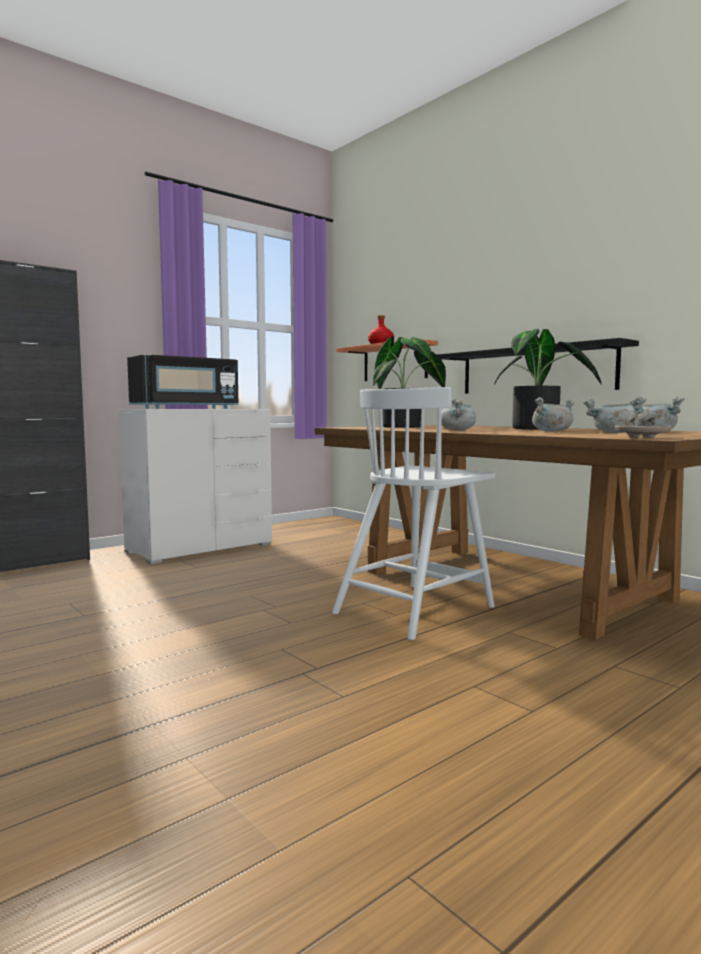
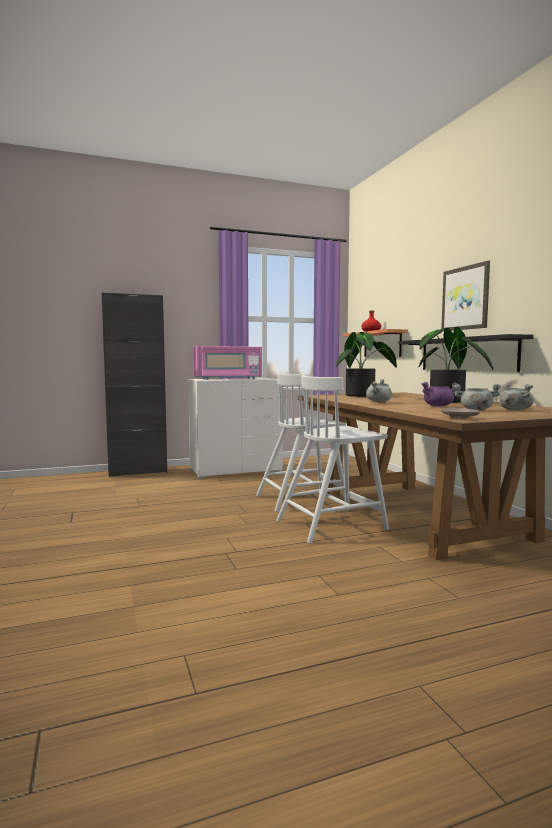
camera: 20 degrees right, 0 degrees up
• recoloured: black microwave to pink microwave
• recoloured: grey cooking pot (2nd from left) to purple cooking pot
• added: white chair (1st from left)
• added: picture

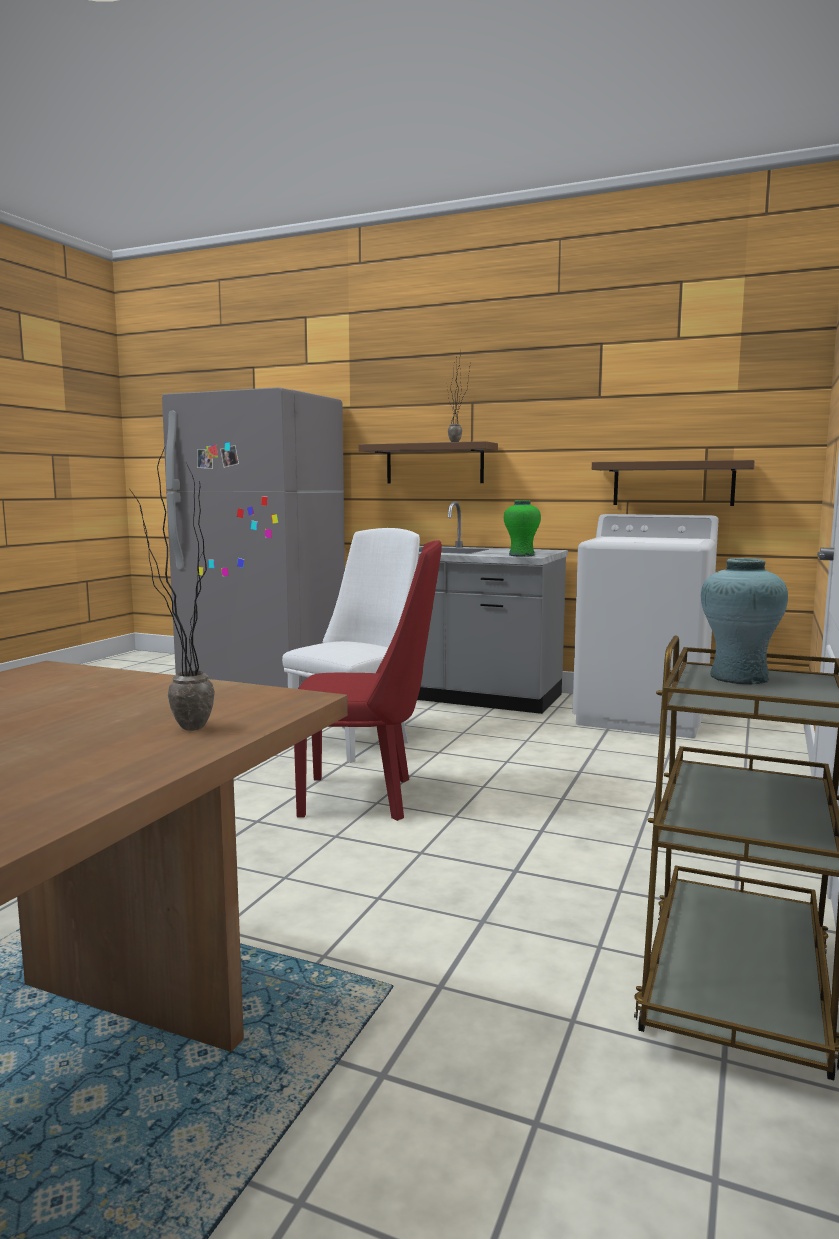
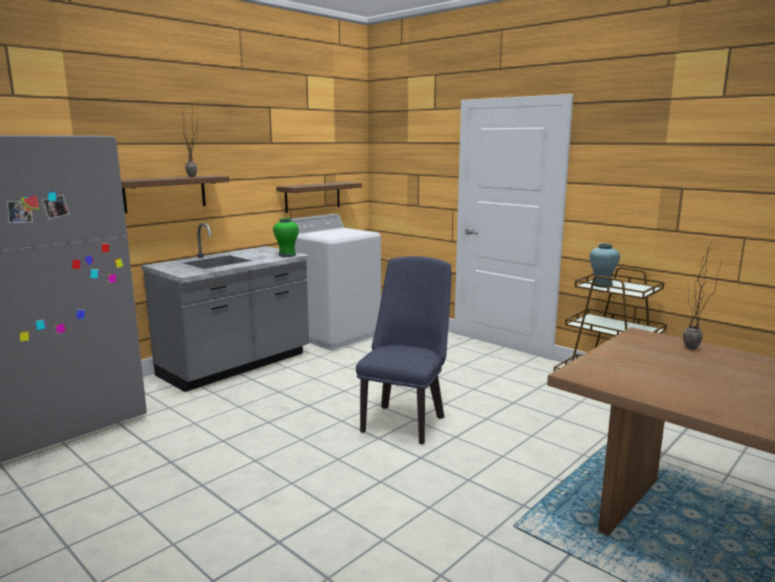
camera: 70 degrees left, 5 degrees up
• removed: white chair
• recoloured: red chair to blue chair

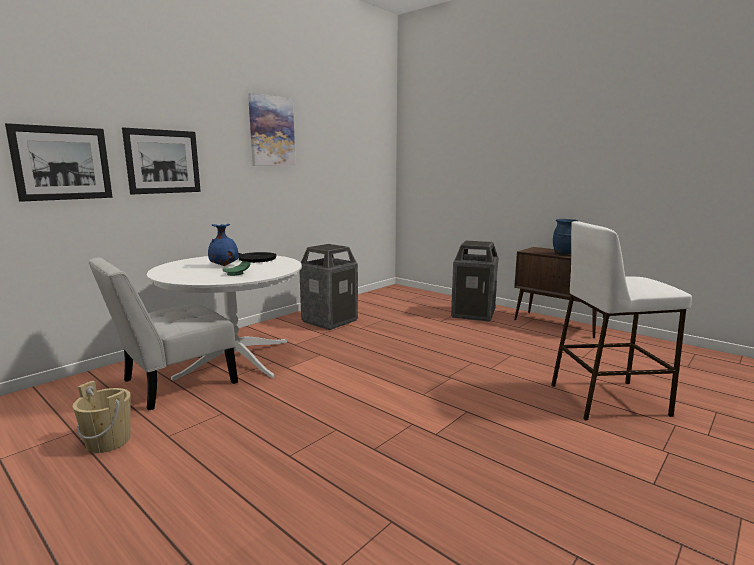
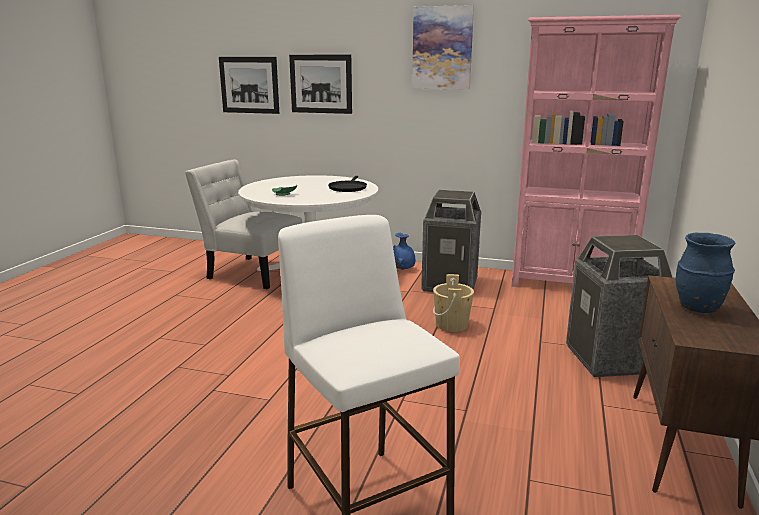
camera: 65 degrees right, 5 degrees up
• moved: beige bucket
• moved: blue vase (1st from left)
• added: pink bookcase

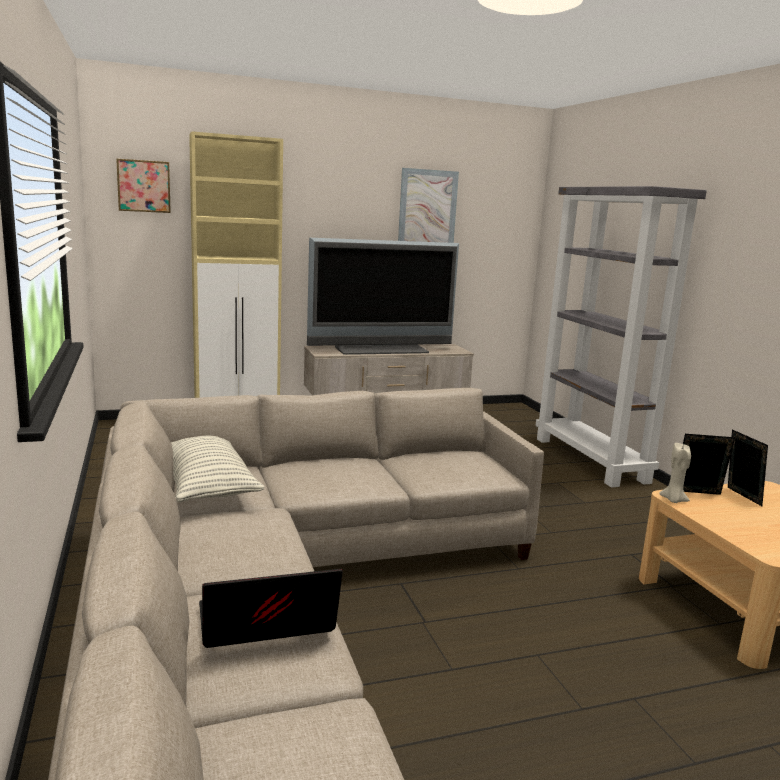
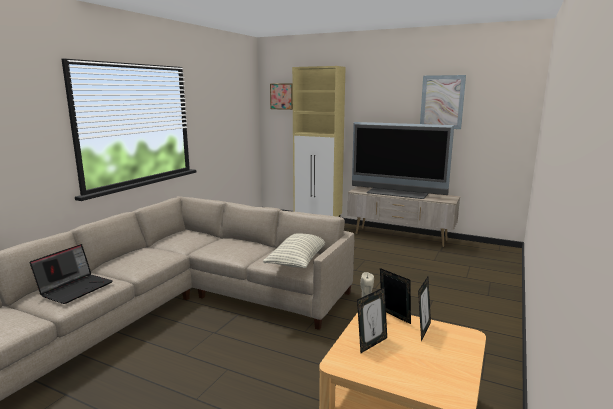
camera: 45 degrees right, 0 degrees up
• moved: pillow
• turned: laptop 90 degrees clockwise
• removed: grey bookcase
• added: picture frame (1st from left)

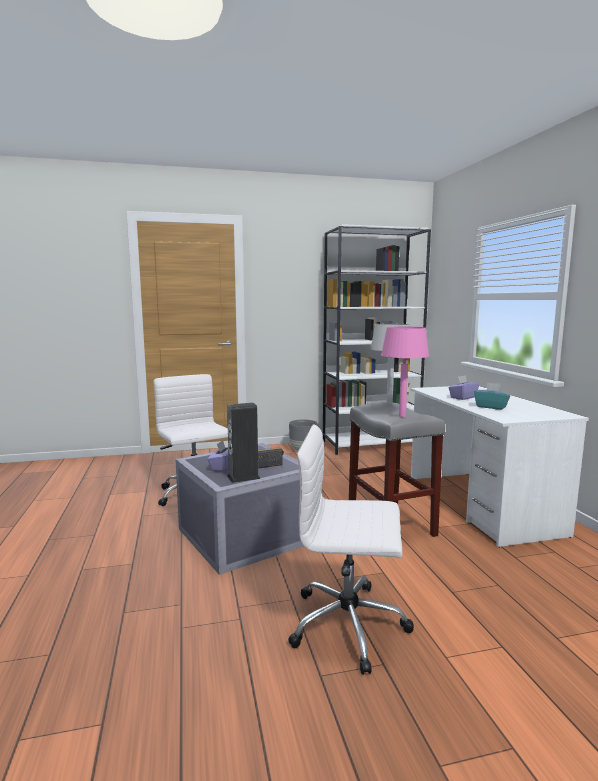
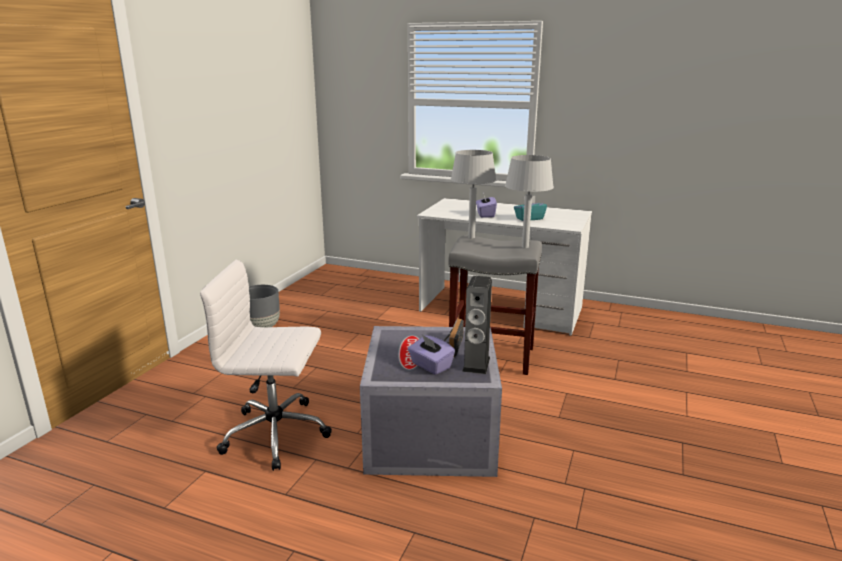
camera: 55 degrees left, 10 degrees up
• removed: white office chair (2nd from left)
• removed: white bookcase
• recoloured: pink table lamp to grey table lamp (2nd from left)

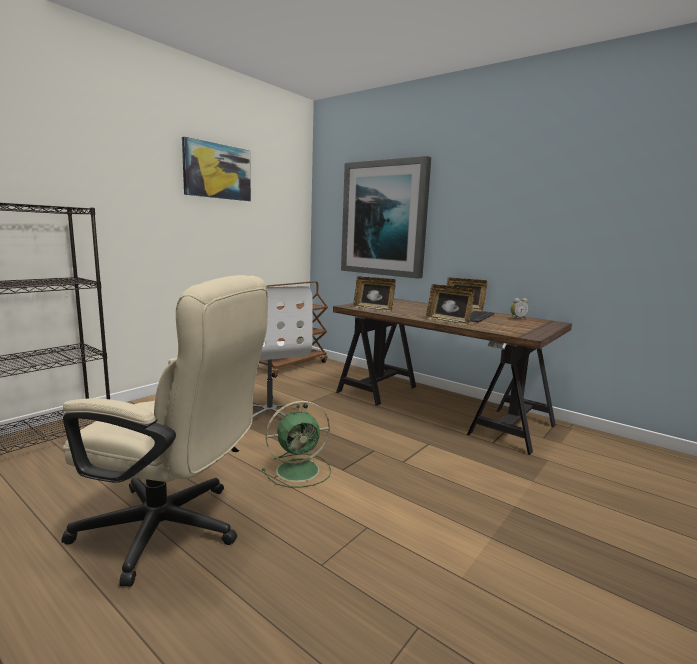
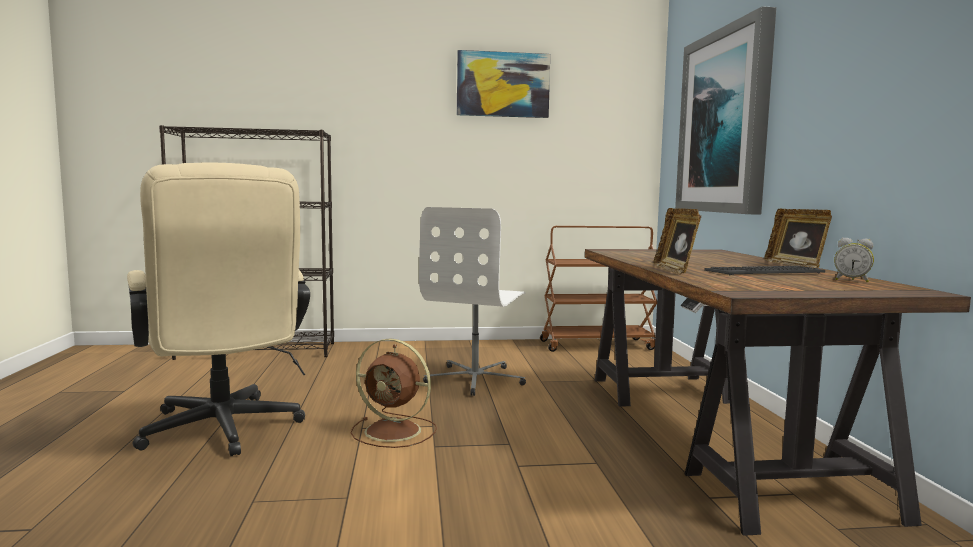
camera: 45 degrees right, 5 degrees down
• recoloured: green fan to brown fan
• removed: picture frame (1st from left)

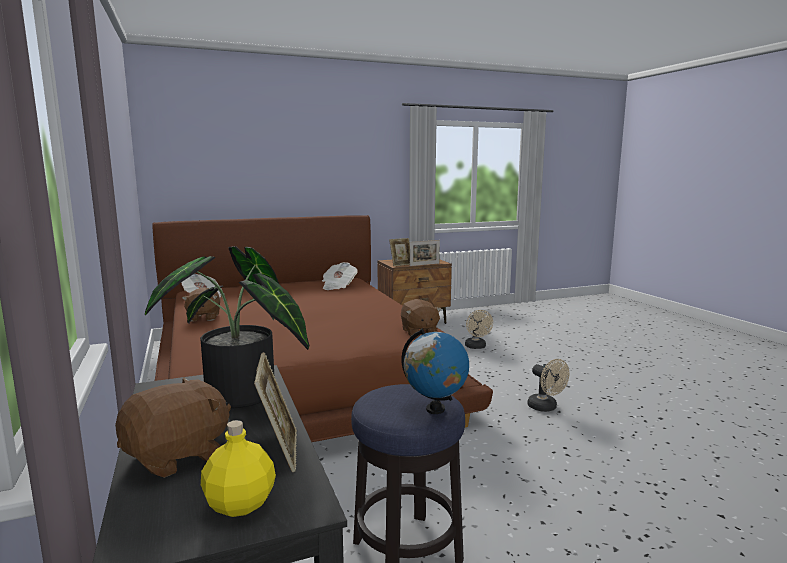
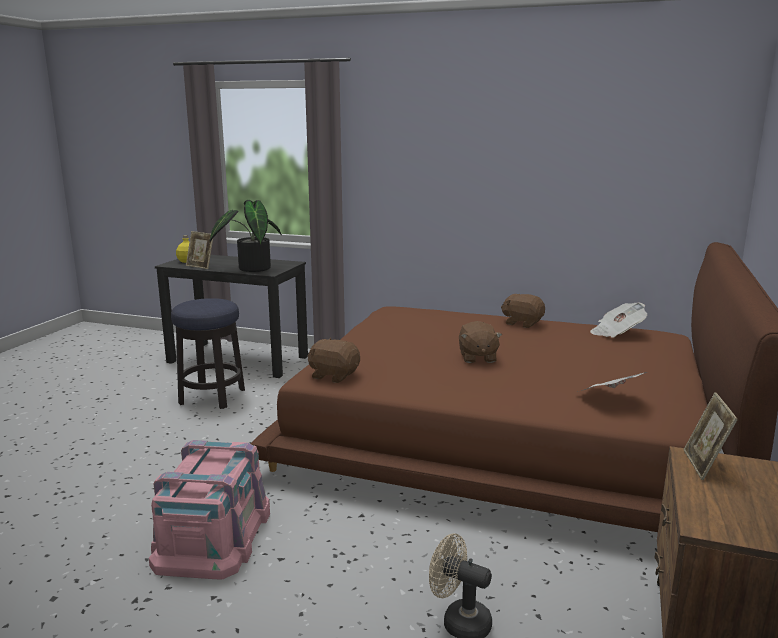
camera: 130 degrees right, 5 degrees up
• moved: brown plush toy (1st from left in the first image) to brown plush toy (2nd from left)
• removed: globe
• removed: picture frame (3rd from left)
• replaced: beige fan (2nd from left) to pink storage box

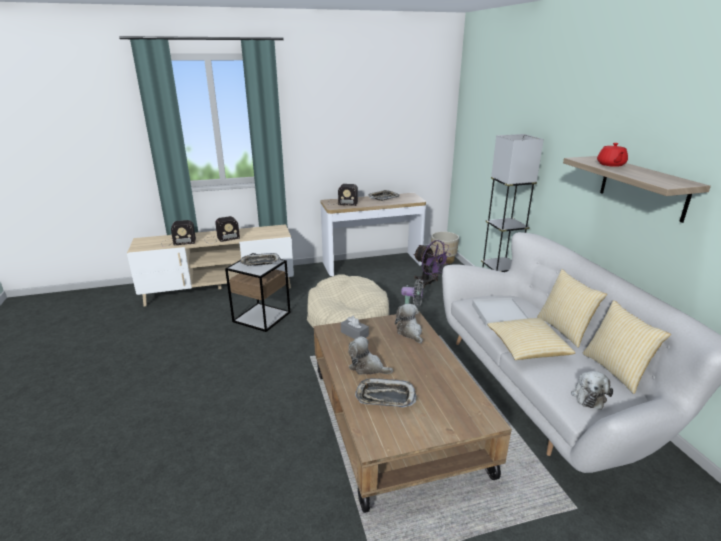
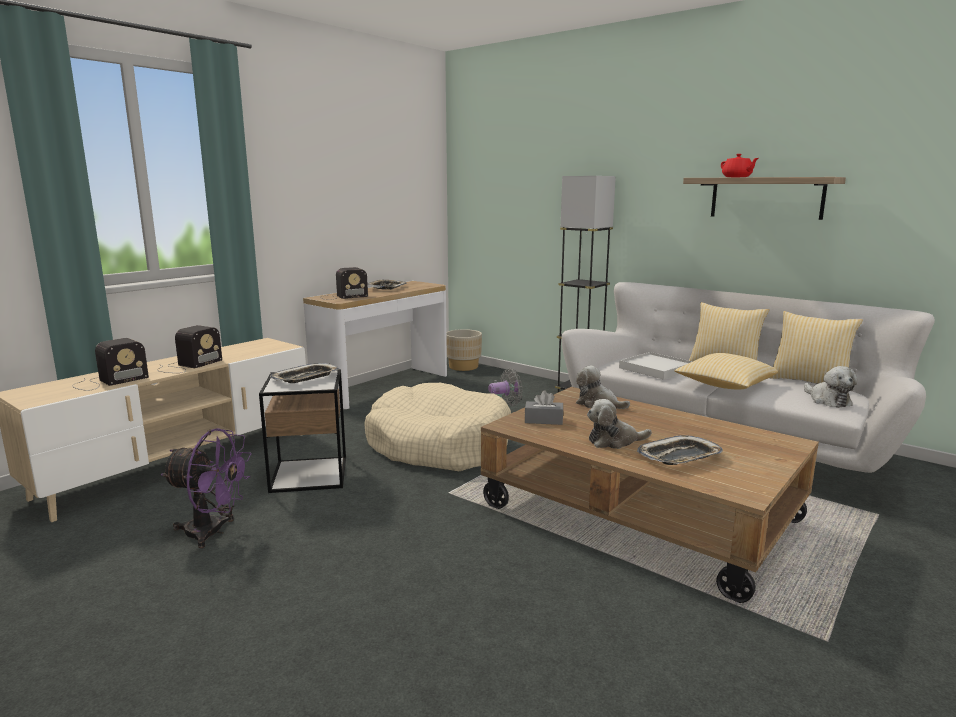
camera: 35 degrees left, 10 degrees down
• moved: purple fan

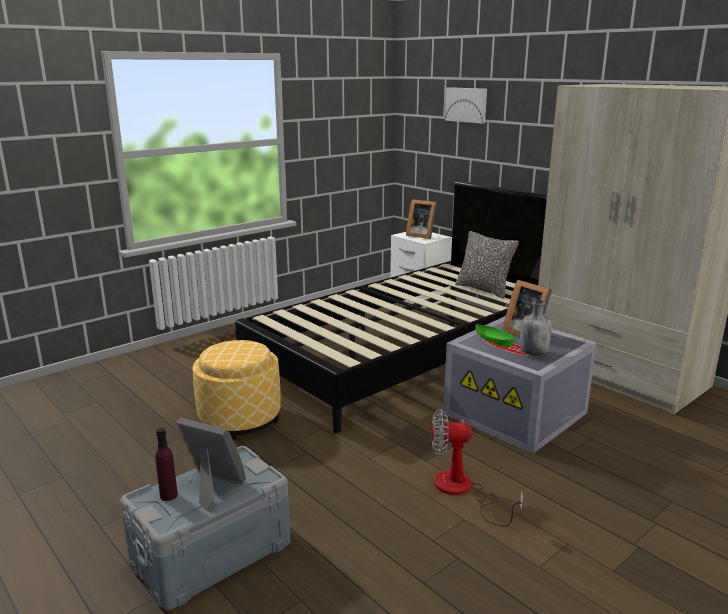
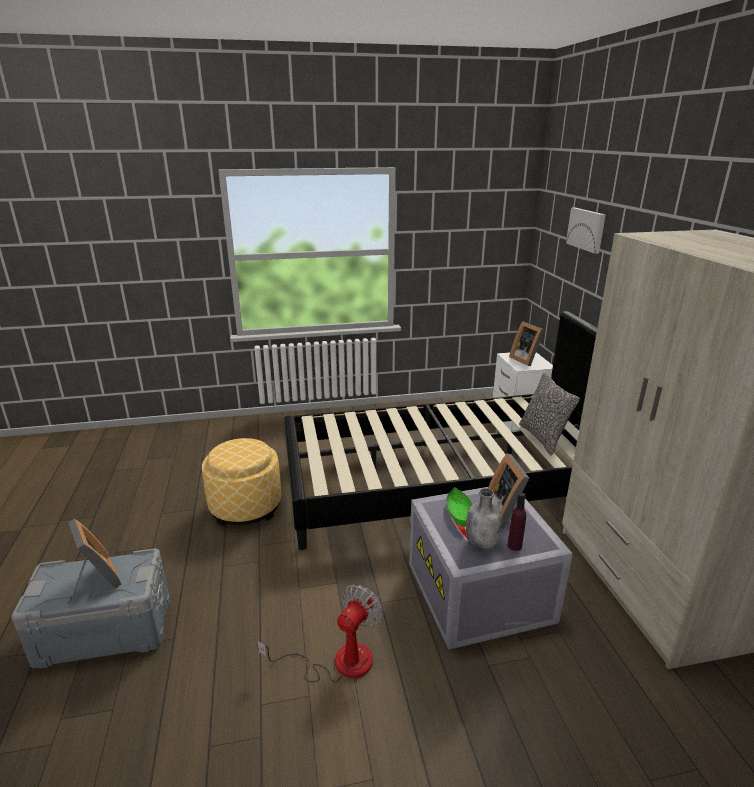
camera: 30 degrees right, 5 degrees up
• moved: purple bottle
• turned: fan 90 degrees clockwise

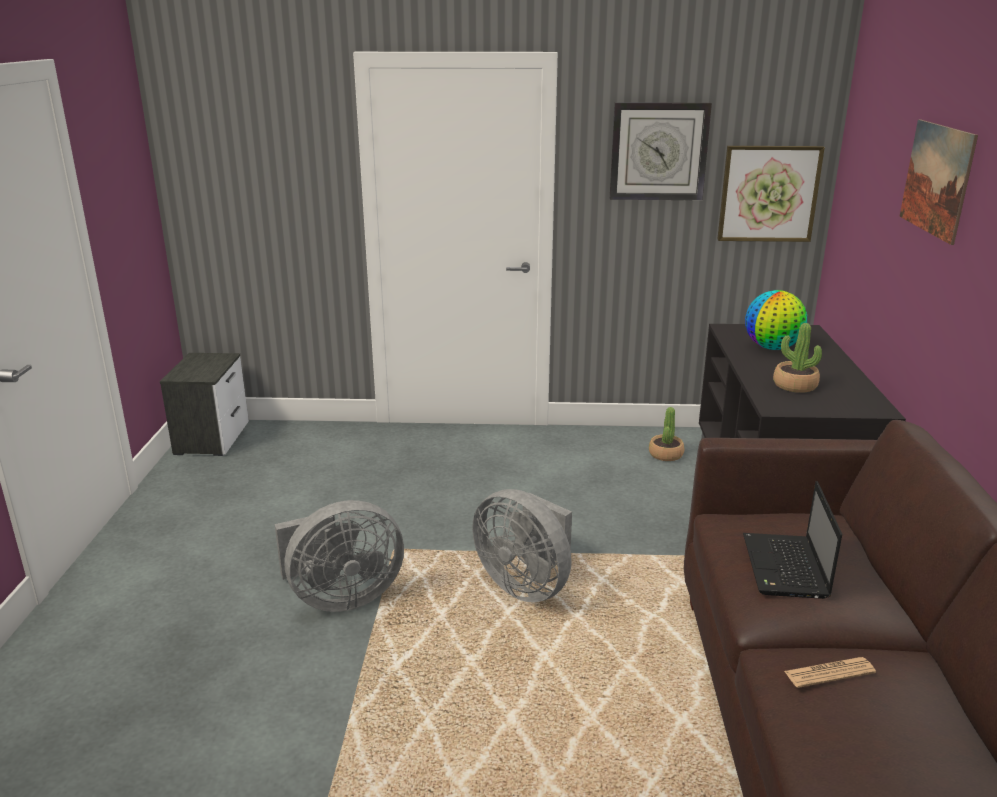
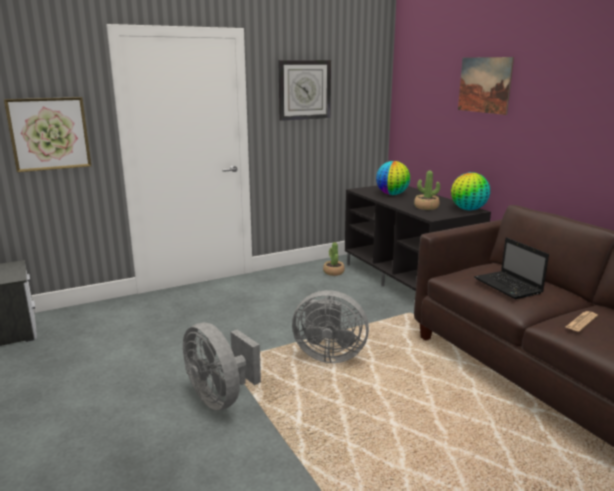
camera: 30 degrees left, 5 degrees down
• turned: grey fan (1st from left) 105 degrees clockwise
• moved: picture (1st from left)
• added: globe (2nd from left)

